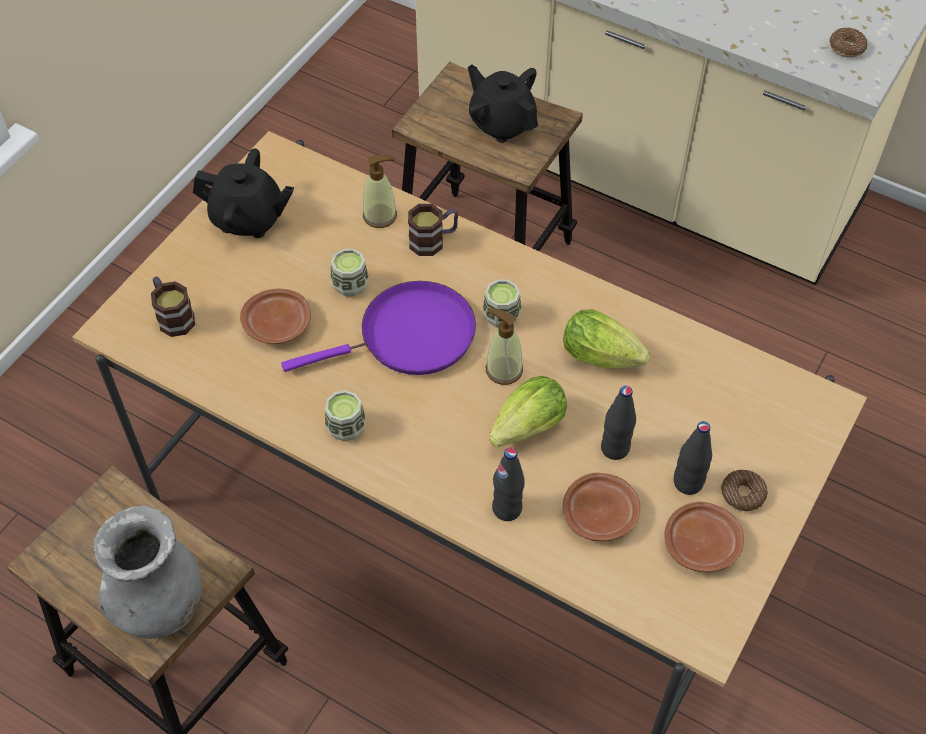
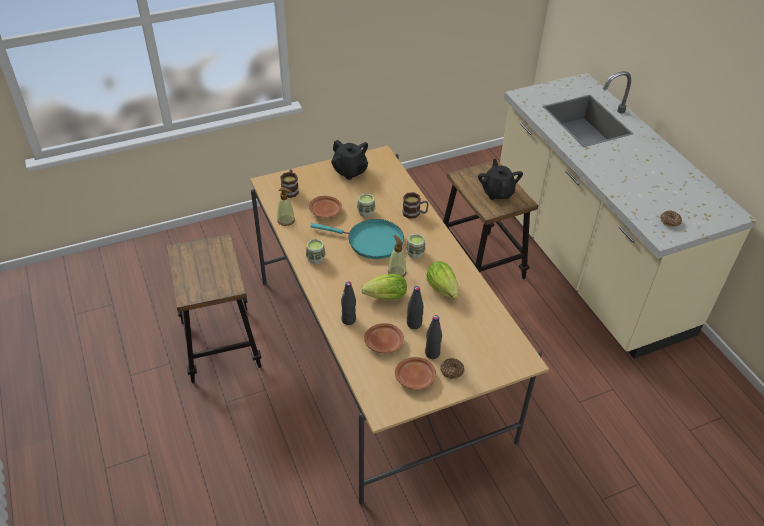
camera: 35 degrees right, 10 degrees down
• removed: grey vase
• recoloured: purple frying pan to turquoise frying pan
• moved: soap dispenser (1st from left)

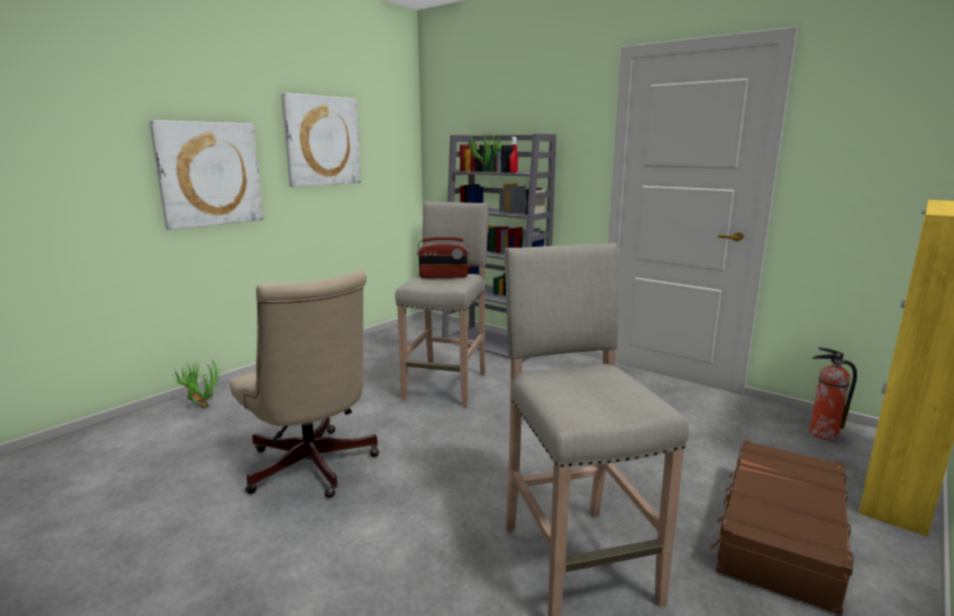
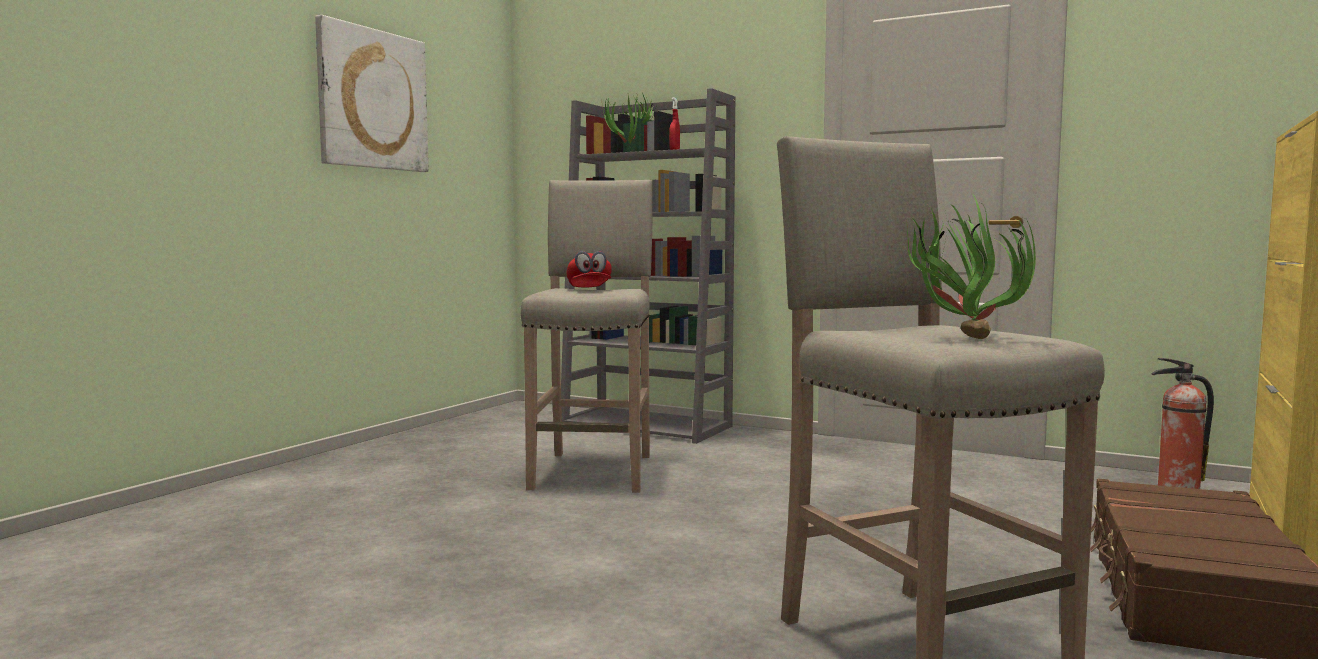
camera: 10 degrees left, 10 degrees down
• removed: picture (1st from left)
• moved: potted plant (1st from left in the first image) to potted plant (2nd from left)
• removed: beige office chair
• replaced: radio to red cap

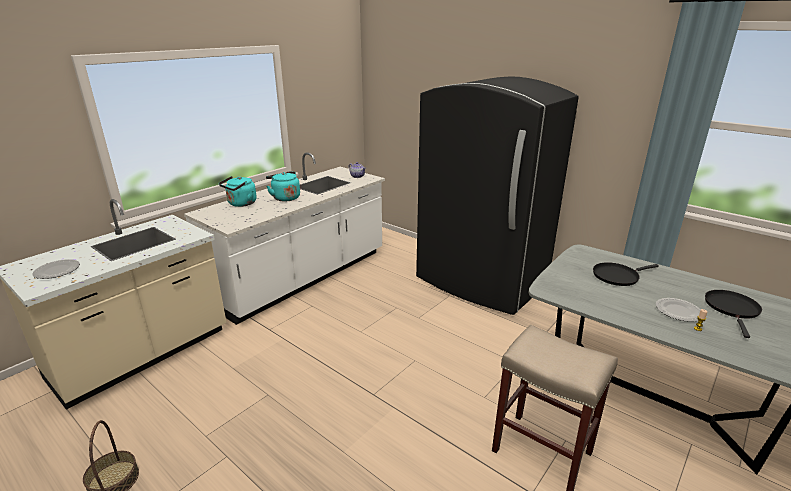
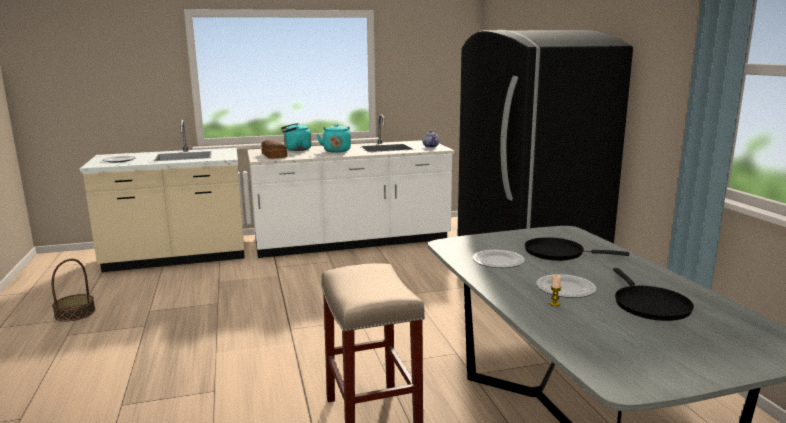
camera: 35 degrees right, 10 degrees down
• turned: black frying pan (2nd from left) 120 degrees clockwise
• added: bread
• added: plate (2nd from left)

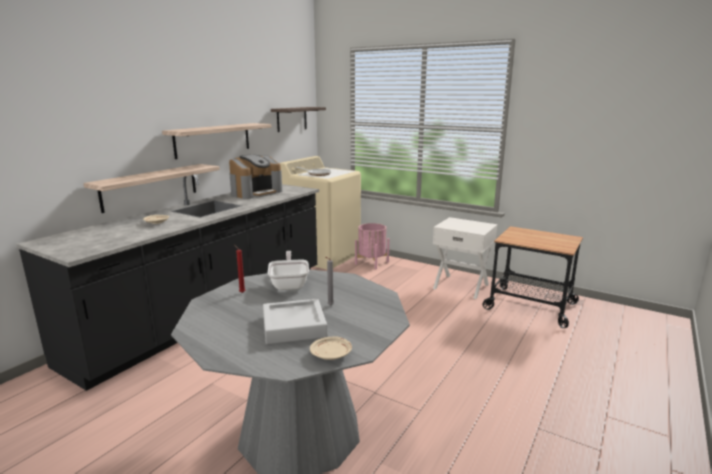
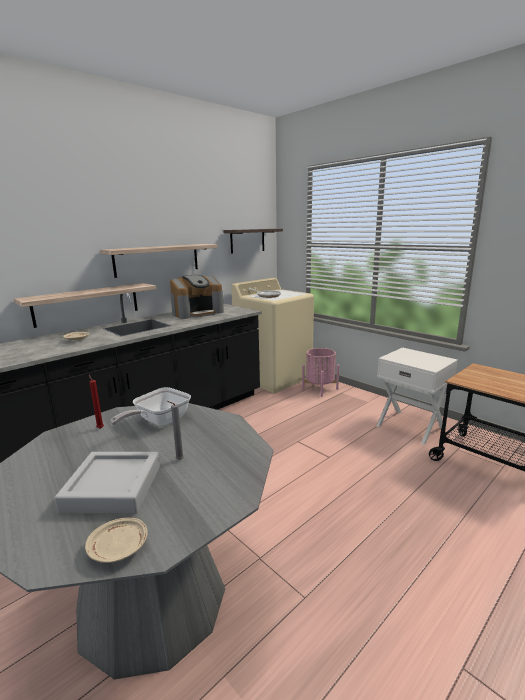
camera: 15 degrees right, 0 degrees up
• turned: frying pan (1st from left) 150 degrees counterclockwise

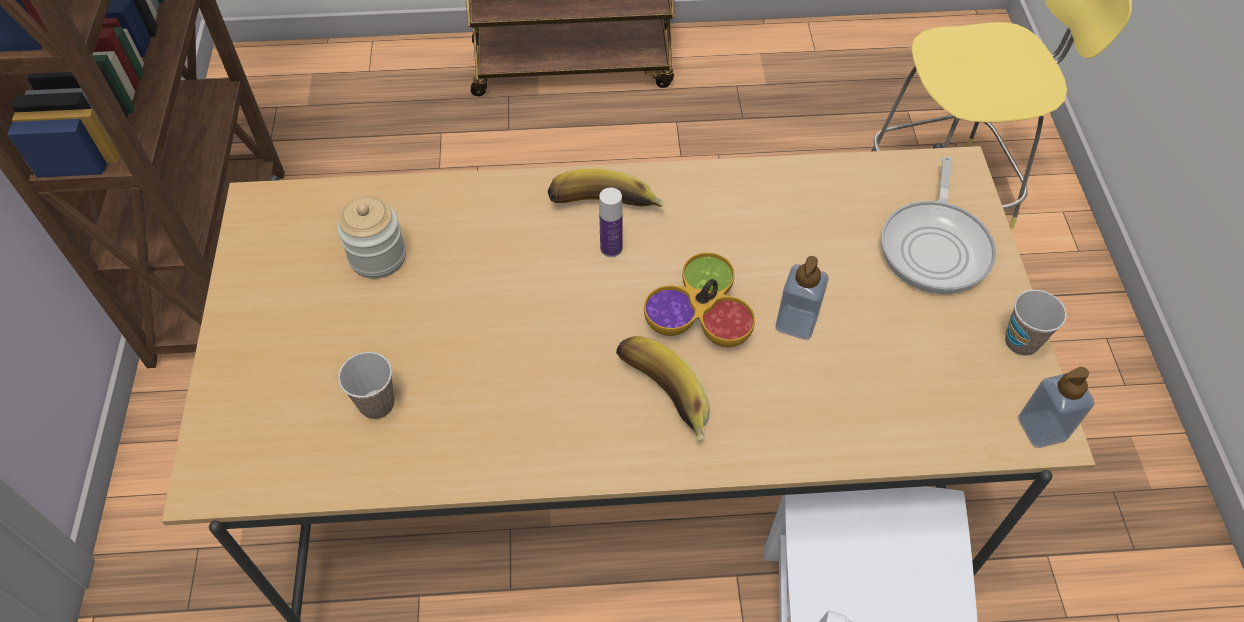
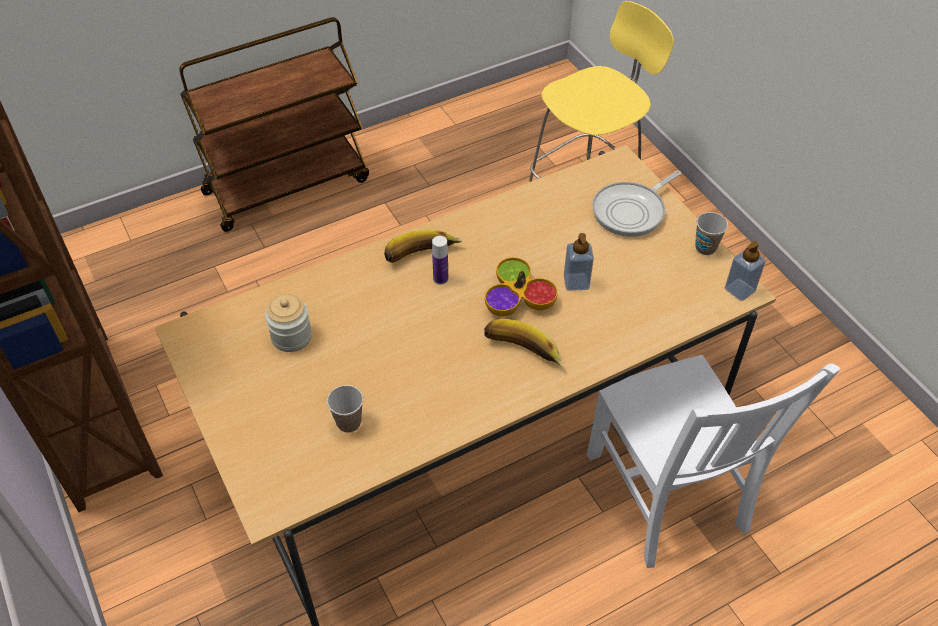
camera: 25 degrees left, 5 degrees down
• turned: frying pan 60 degrees clockwise

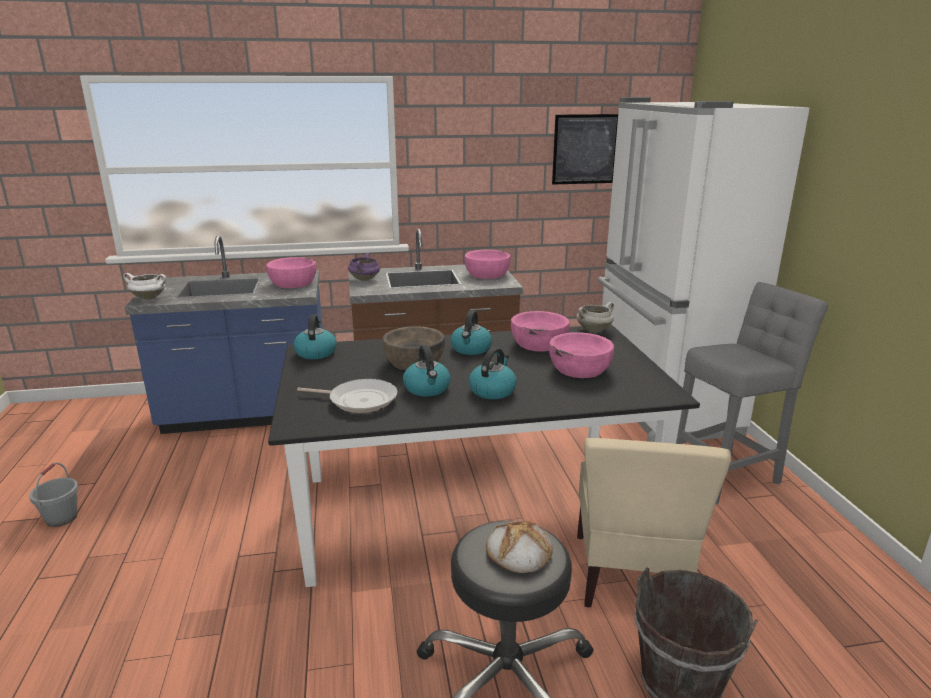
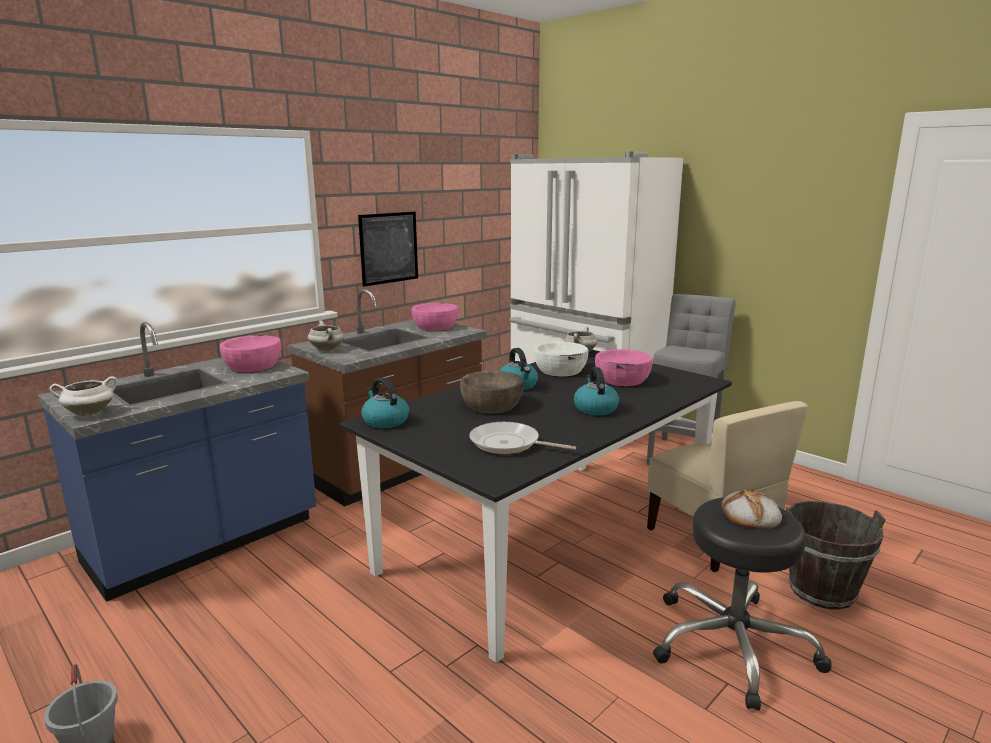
camera: 35 degrees left, 5 degrees down
• turned: frying pan 135 degrees counterclockwise
• recoloured: purple cooking pot to white cooking pot (2nd from left)
• removed: kettle (2nd from left)
• recoloured: pink bowl (3rd from left) to white bowl
• moved: picture

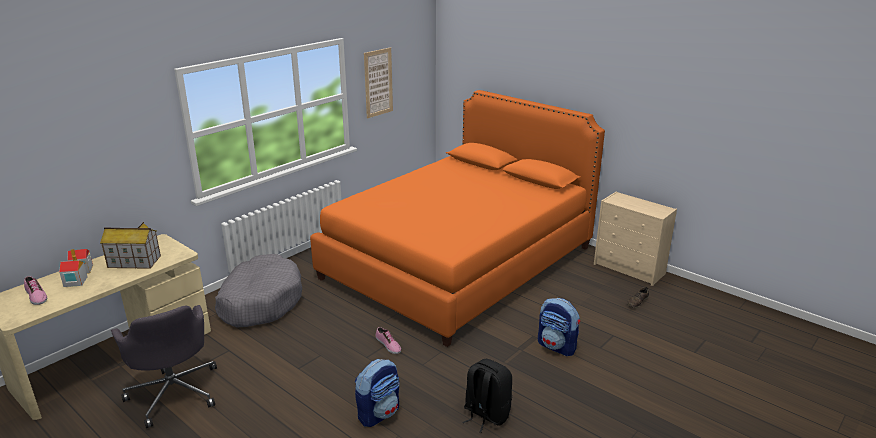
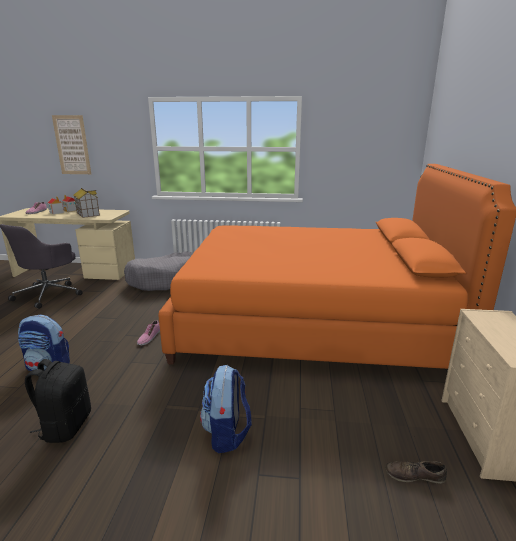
camera: 55 degrees right, 5 degrees down
• moved: picture

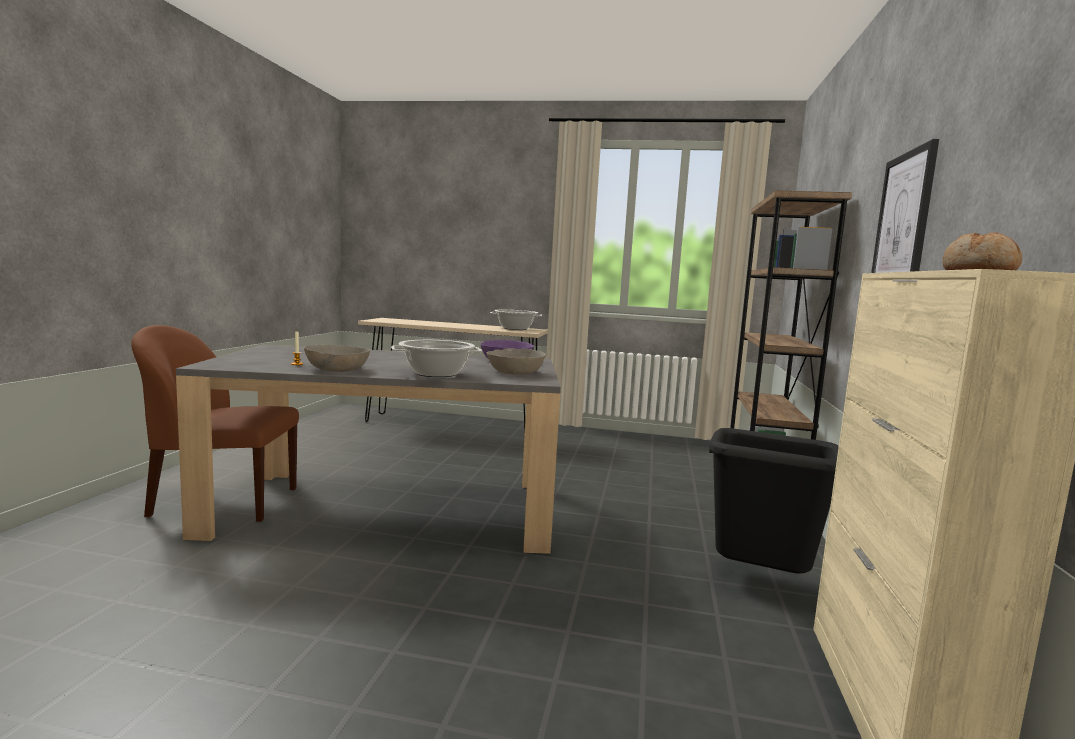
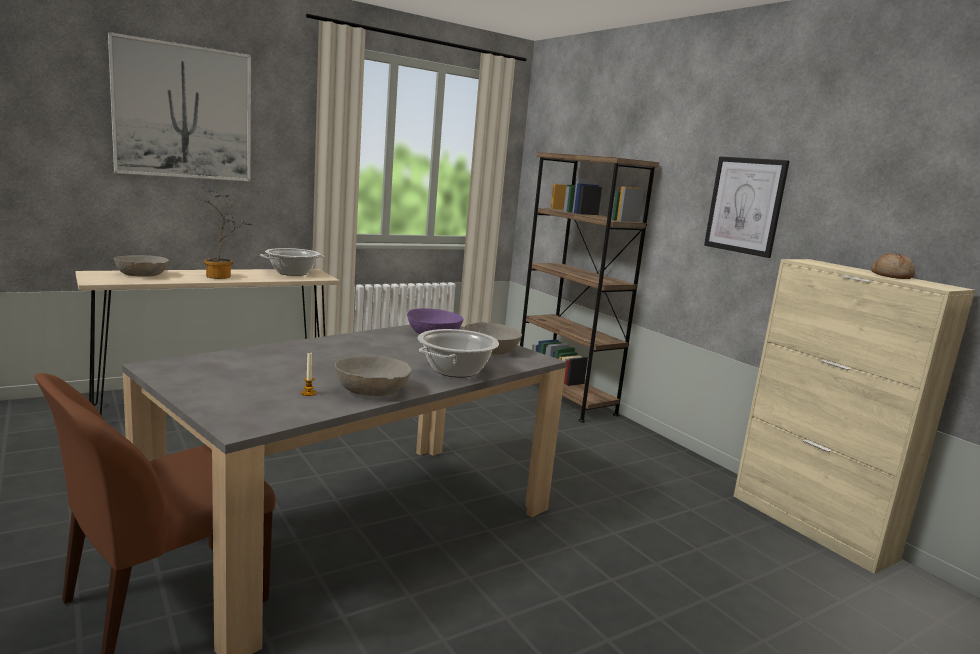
camera: 45 degrees left, 5 degrees up
• removed: black trash can
• added: picture (1st from left)
• added: grey bowl (1st from left)
• added: potted plant

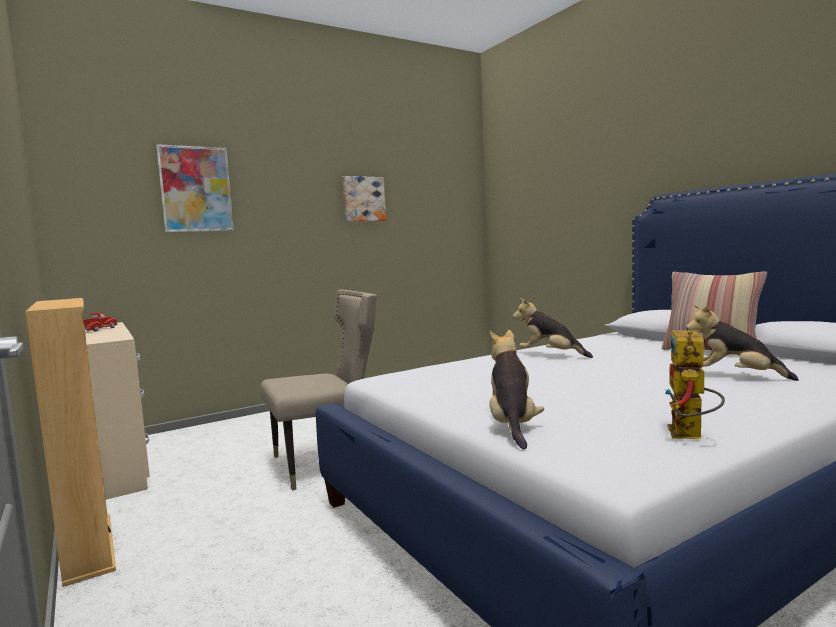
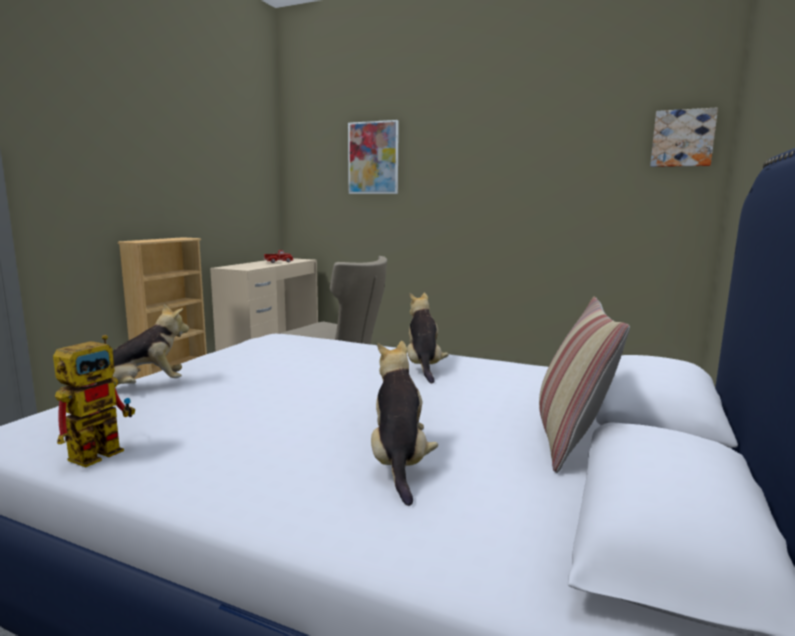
camera: 55 degrees right, 5 degrees up
• moved: picture (2nd from left)
• turned: toy robot 135 degrees clockwise

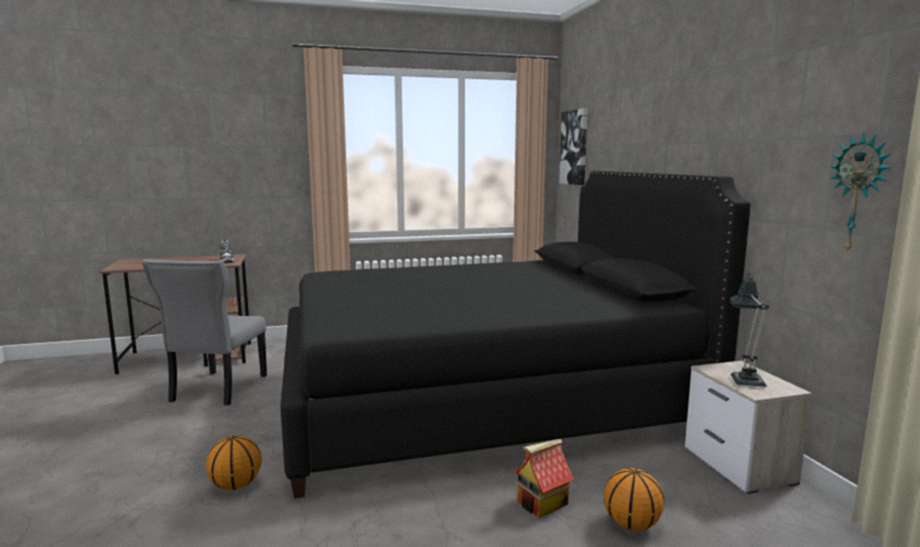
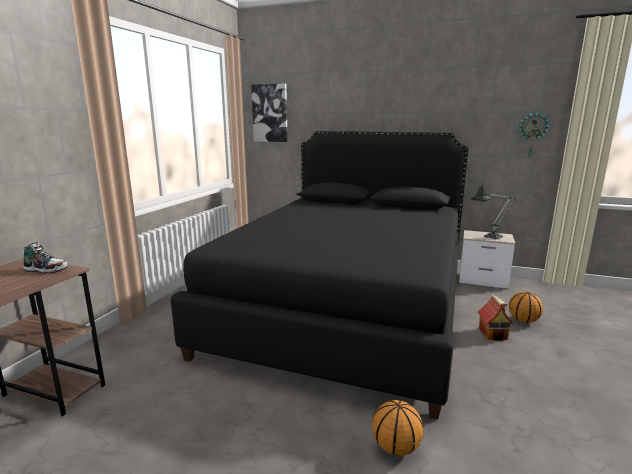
camera: 55 degrees left, 5 degrees up
• removed: grey chair

